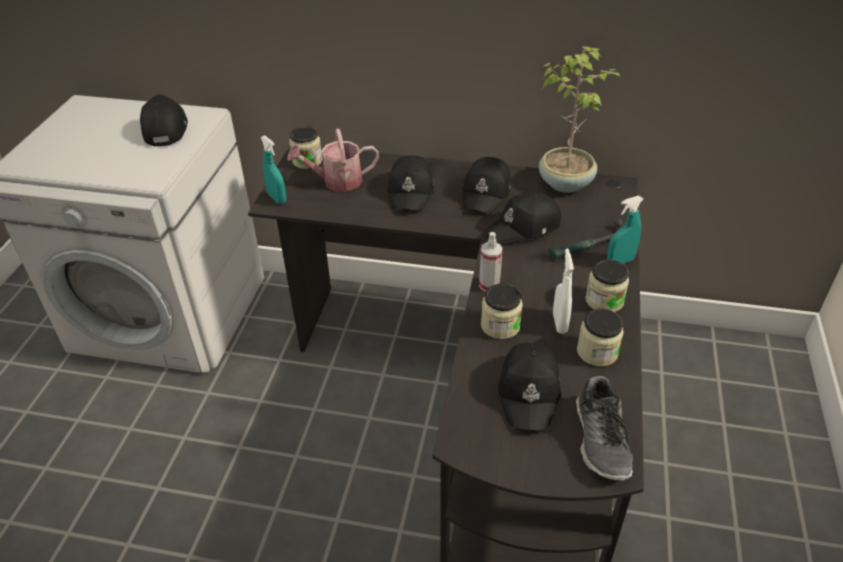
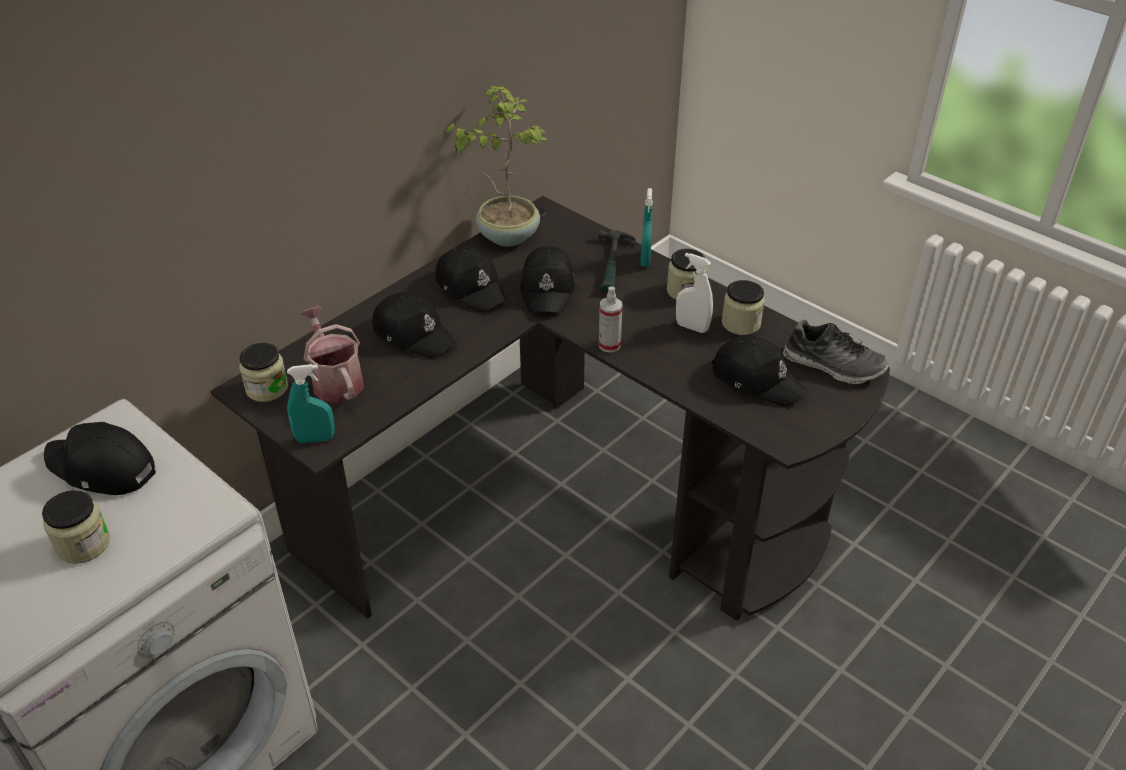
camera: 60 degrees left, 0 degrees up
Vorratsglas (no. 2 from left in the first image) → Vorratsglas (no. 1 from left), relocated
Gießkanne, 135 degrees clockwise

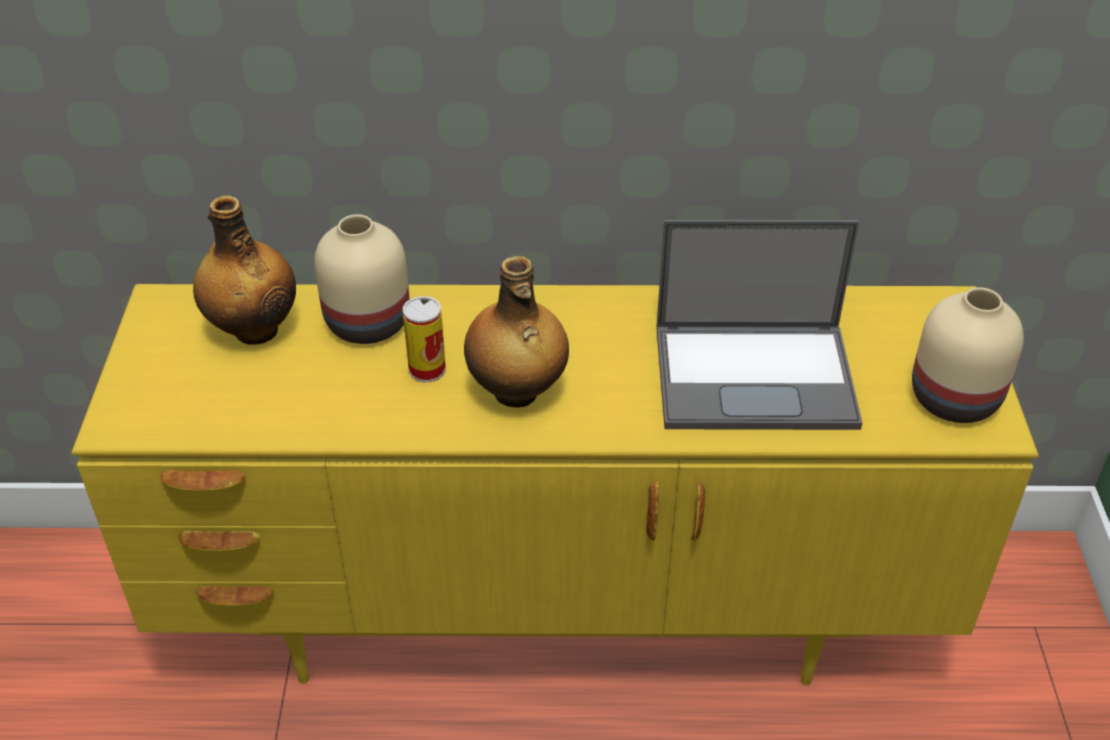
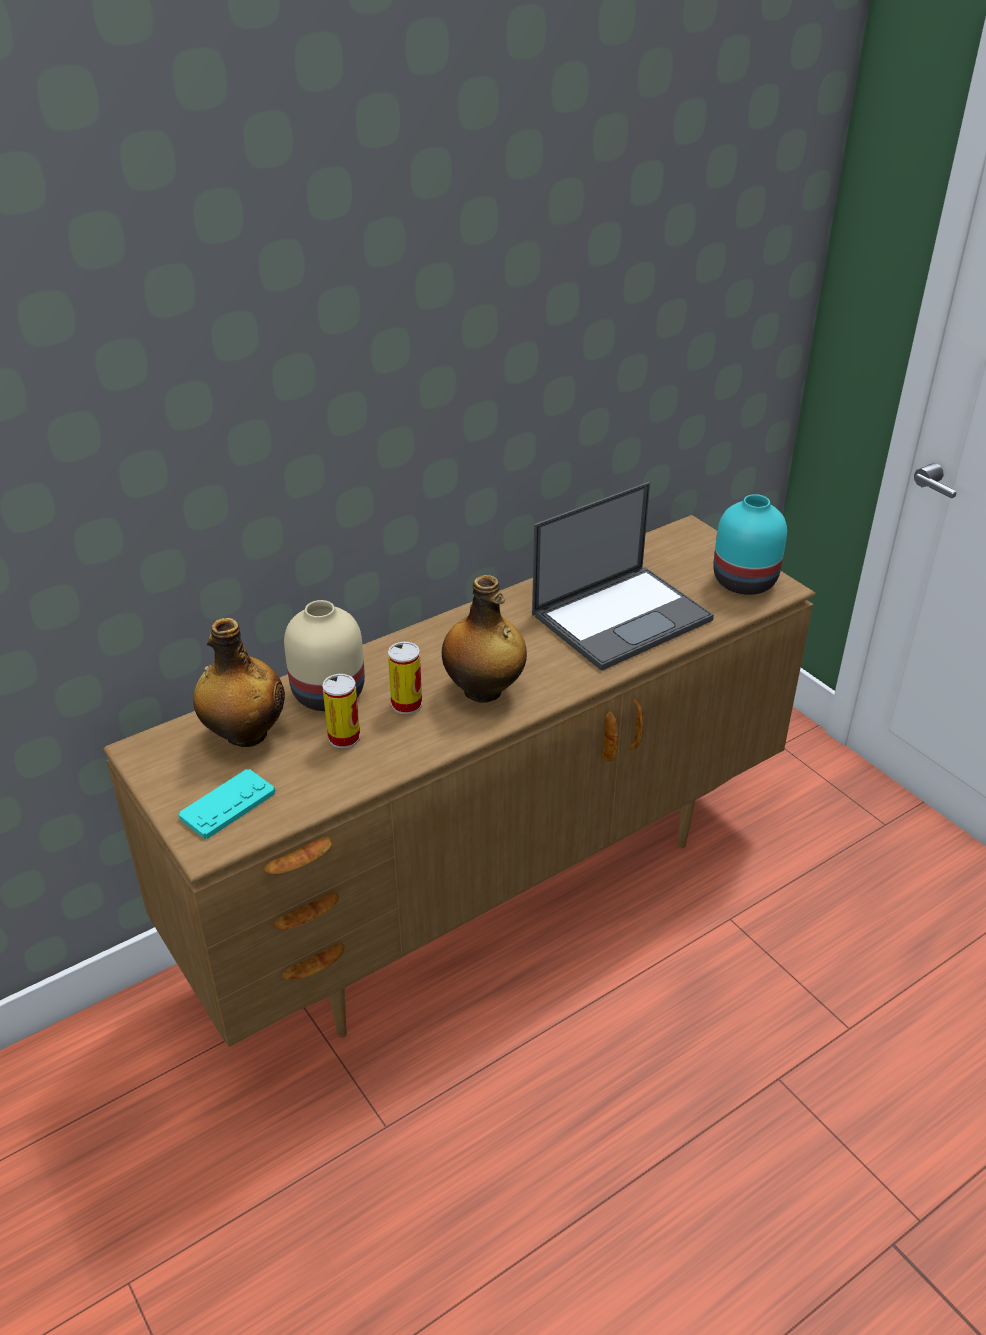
camera: 35 degrees left, 5 degrees down
- → Gamepad [türkis]
- → Dose (no. 1 from left)
Kommode [gelb] → Kommode [braun]
Vase [beige] (no. 2 from left) → Vase [türkis]

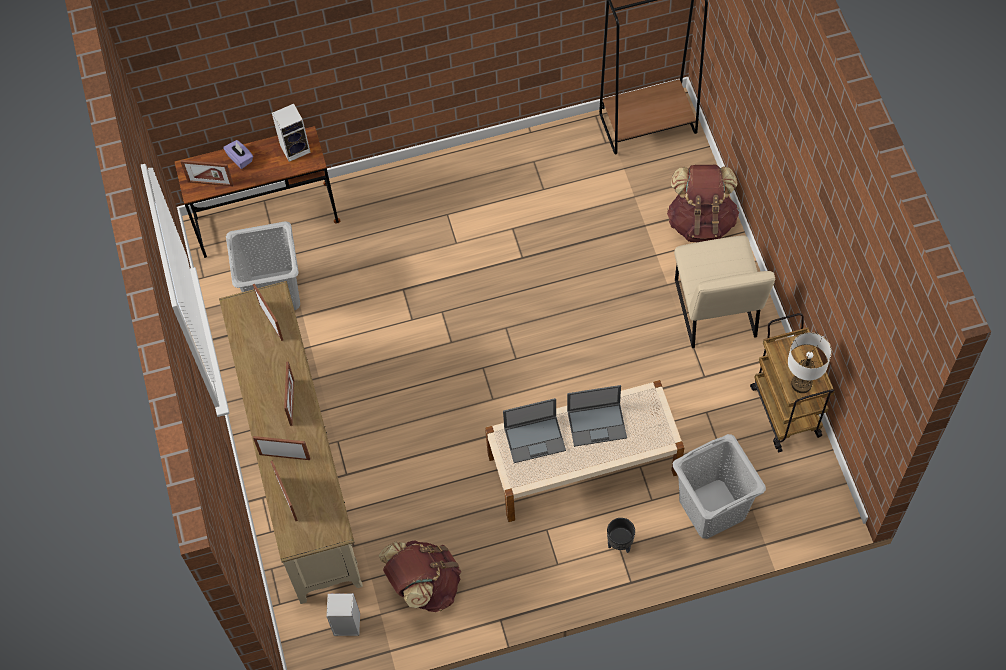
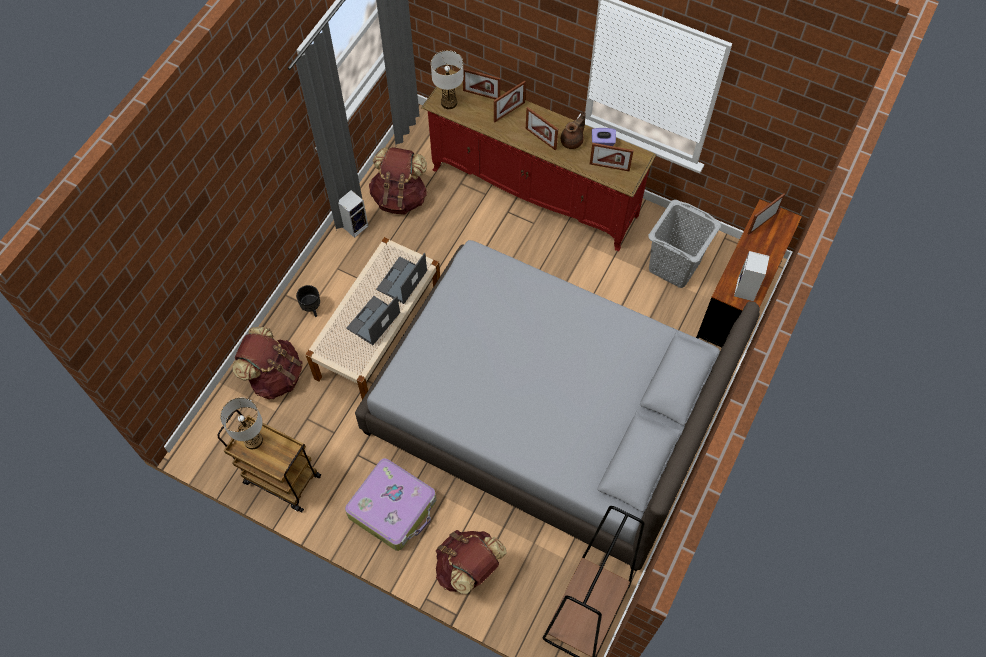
camera: 130 degrees right, 0 degrees up
- → Bett [grau]
- → Tischlampe (no. 2 from left)
- → Teekanne [braun]
Taschentuchbox [lila], relocated
Lautsprecher (no. 2 from left in the first image) → Lautsprecher (no. 1 from left), relocated
Wäschekorb [grau] (no. 2 from left) → Rucksack [braun] (no. 1 from left)
Stuhl [beige] → Koffer
Kommode [beige] → Kommode [rot]

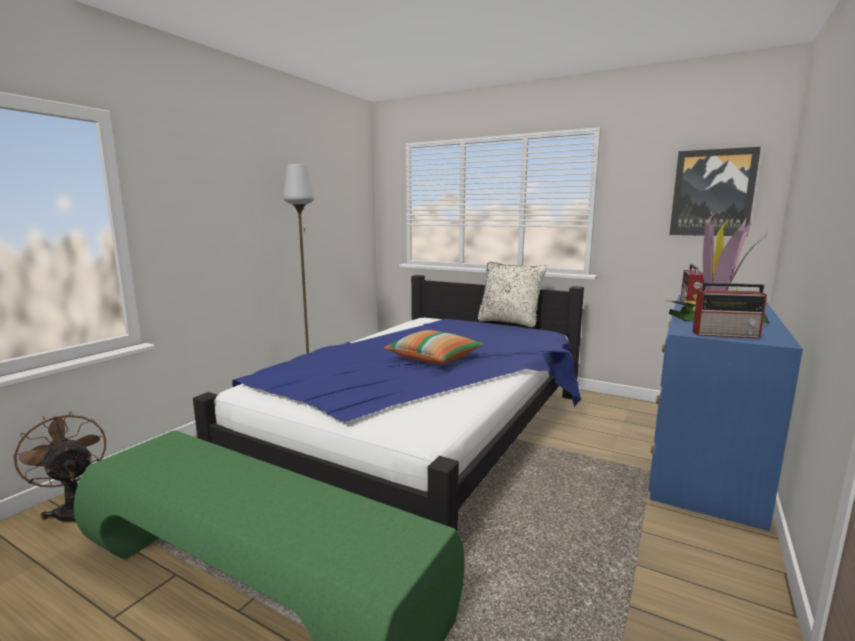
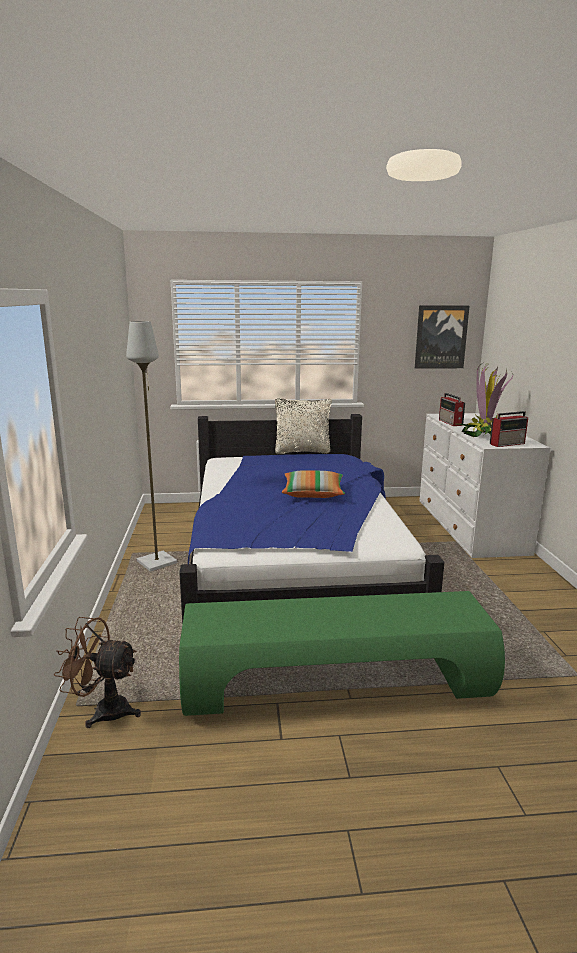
camera: 35 degrees left, 5 degrees up
Kommode [blau] → Kommode [weiß]

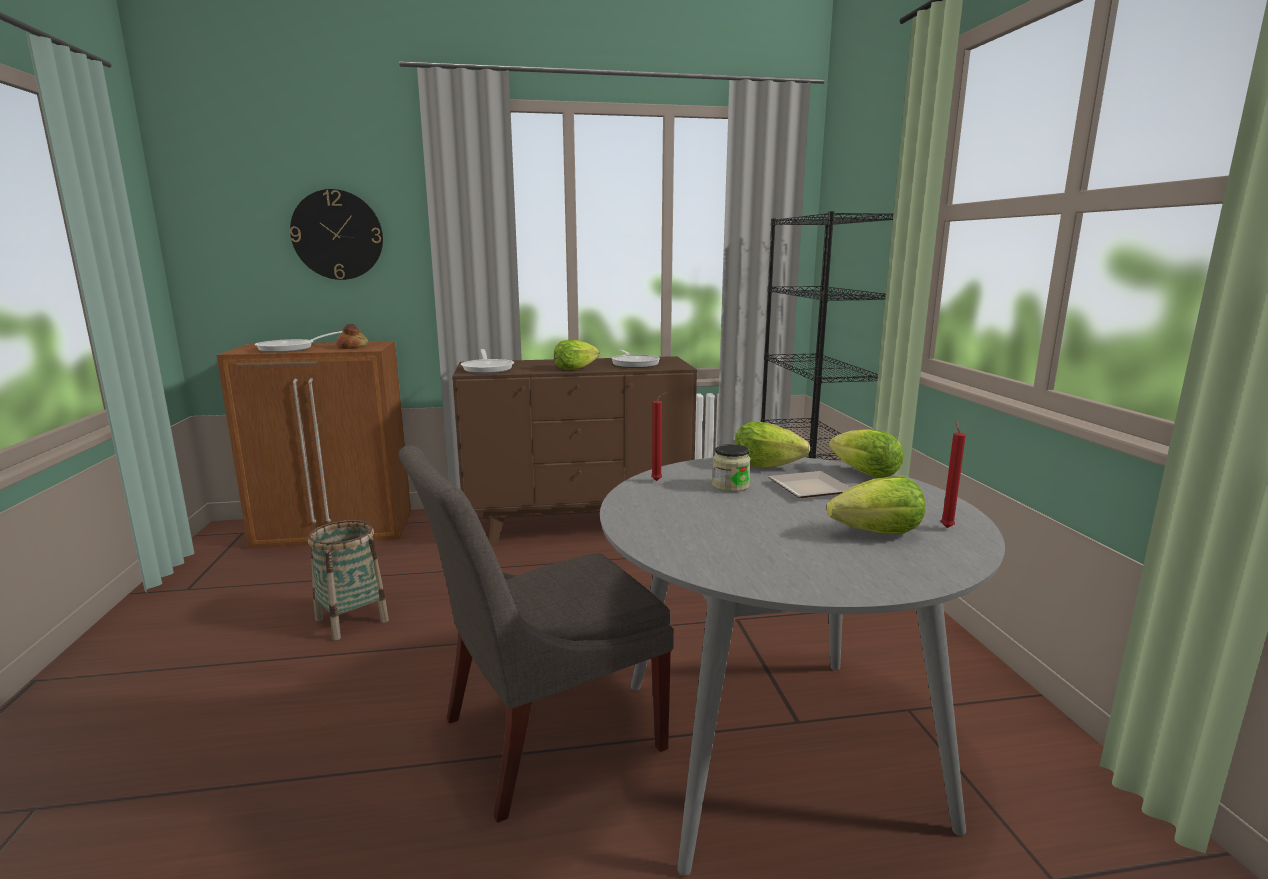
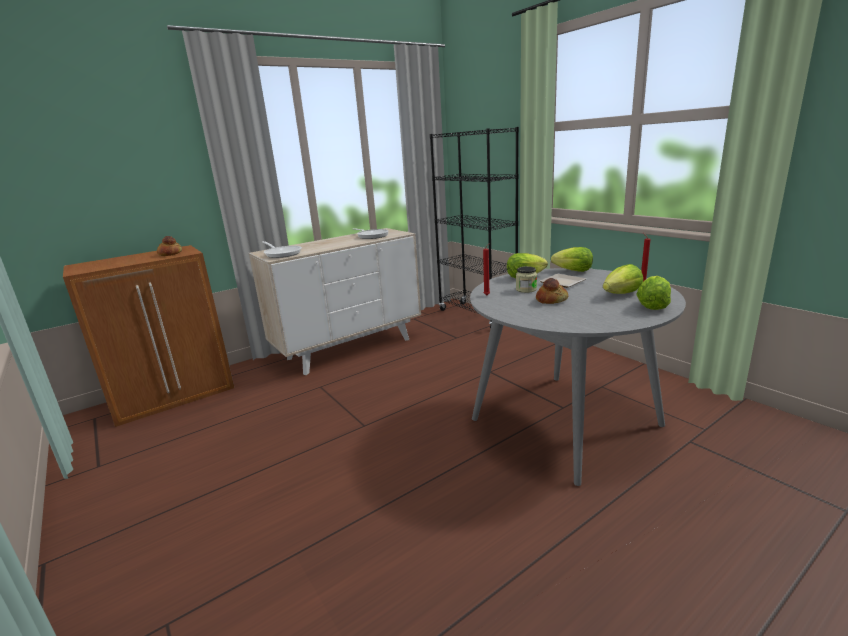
camera: 25 degrees left, 5 degrees up
Pfanne (no. 1 from left) → -
Wanduhr → -
Korb → -
Stuhl [grau] → -
- → Brot (no. 2 from left)
Salatkopf (no. 1 from left in the first image) → Salatkopf (no. 4 from left), relocated
Kommode [braun] → Kommode [weiß]

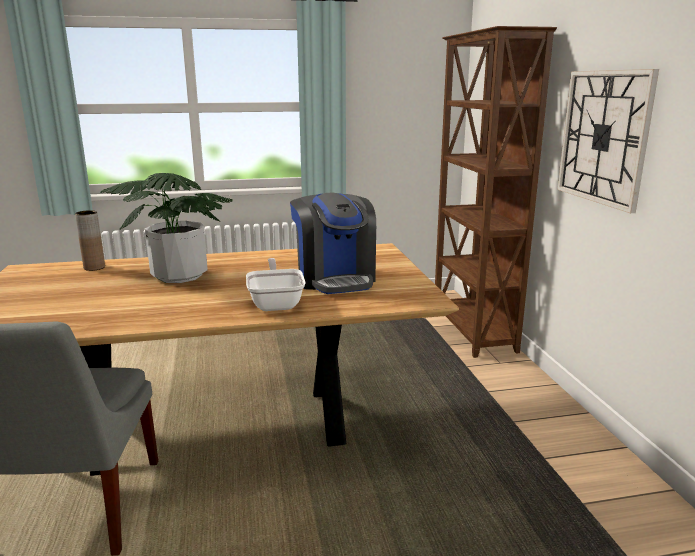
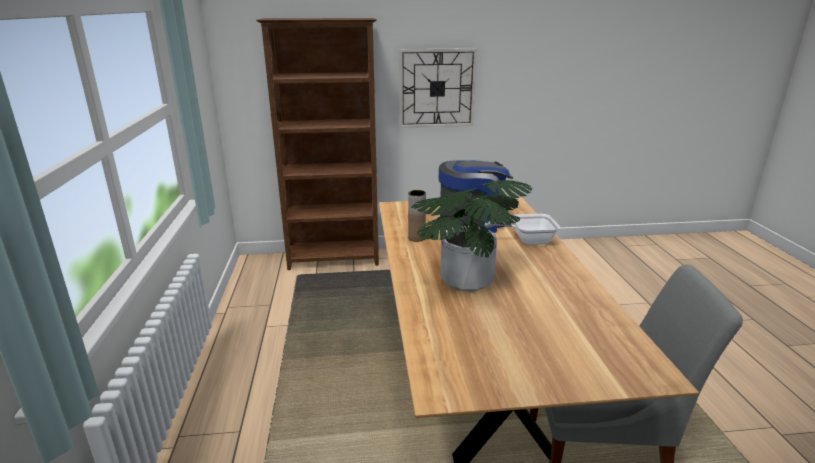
camera: 85 degrees left, 5 degrees up
Vase [braun], relocated

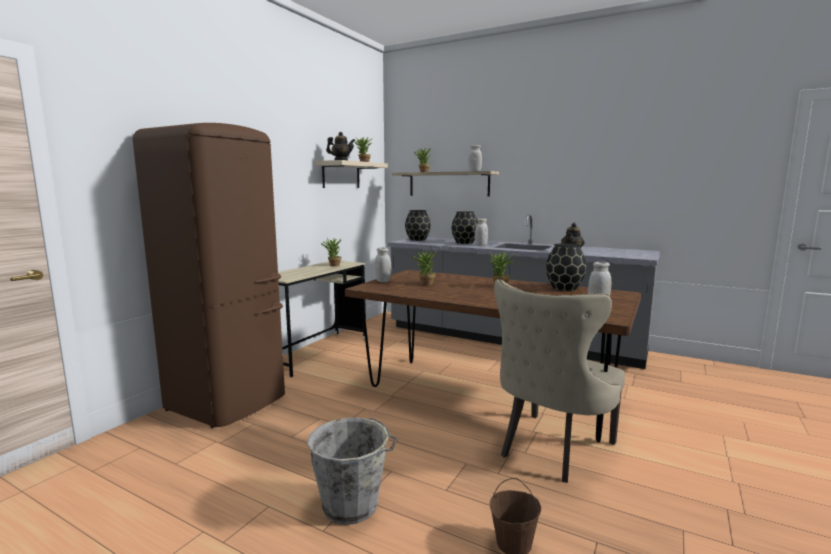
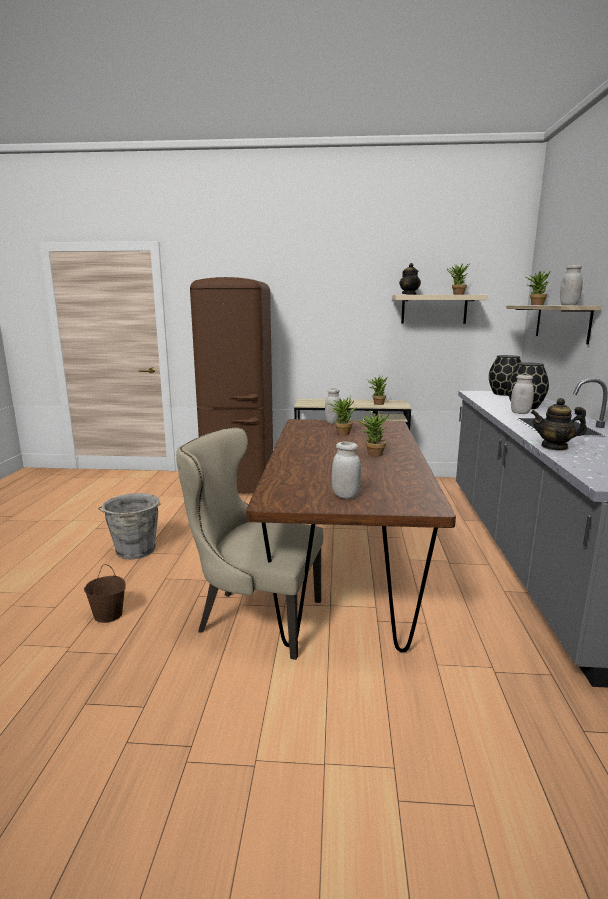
camera: 65 degrees right, 5 degrees up
Vase [schwarz] (no. 3 from left) → -

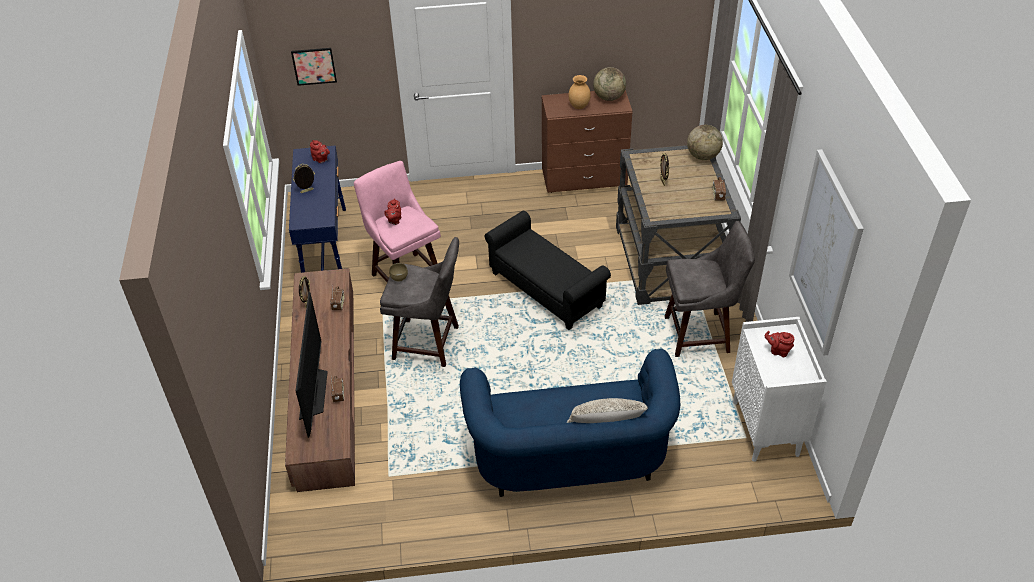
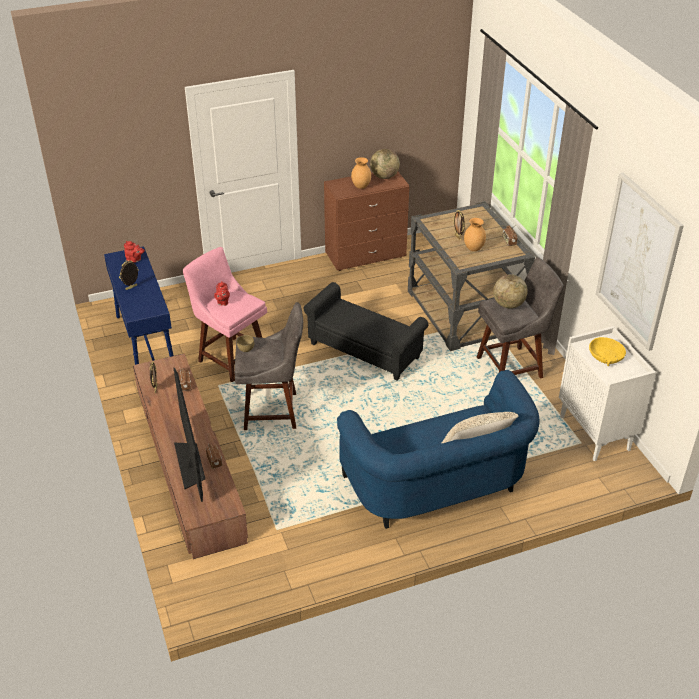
camera: 15 degrees left, 5 degrees down
Bild (no. 1 from left) → -
- → Vase [braun] (no. 2 from left)
Globus (no. 2 from left), relocated
Teekanne [rot] (no. 3 from left) → Schüssel [gelb]

